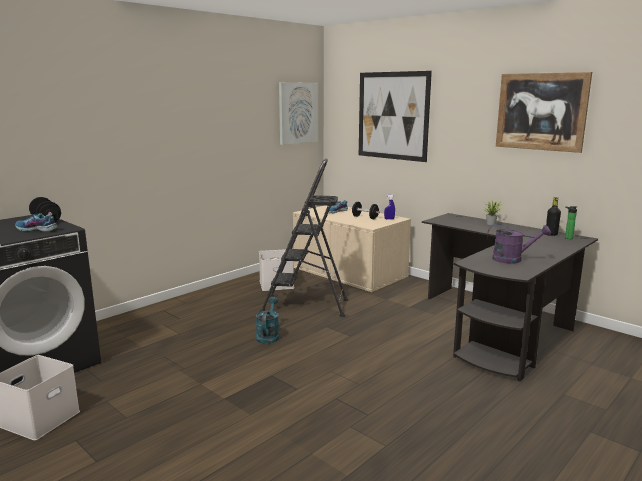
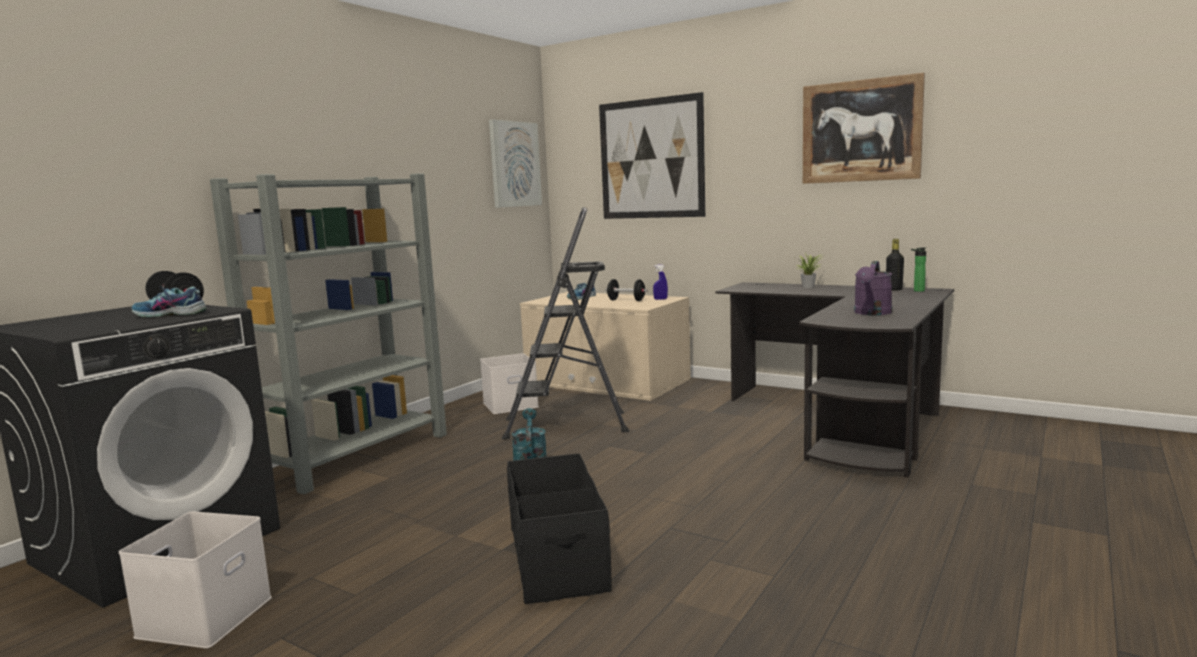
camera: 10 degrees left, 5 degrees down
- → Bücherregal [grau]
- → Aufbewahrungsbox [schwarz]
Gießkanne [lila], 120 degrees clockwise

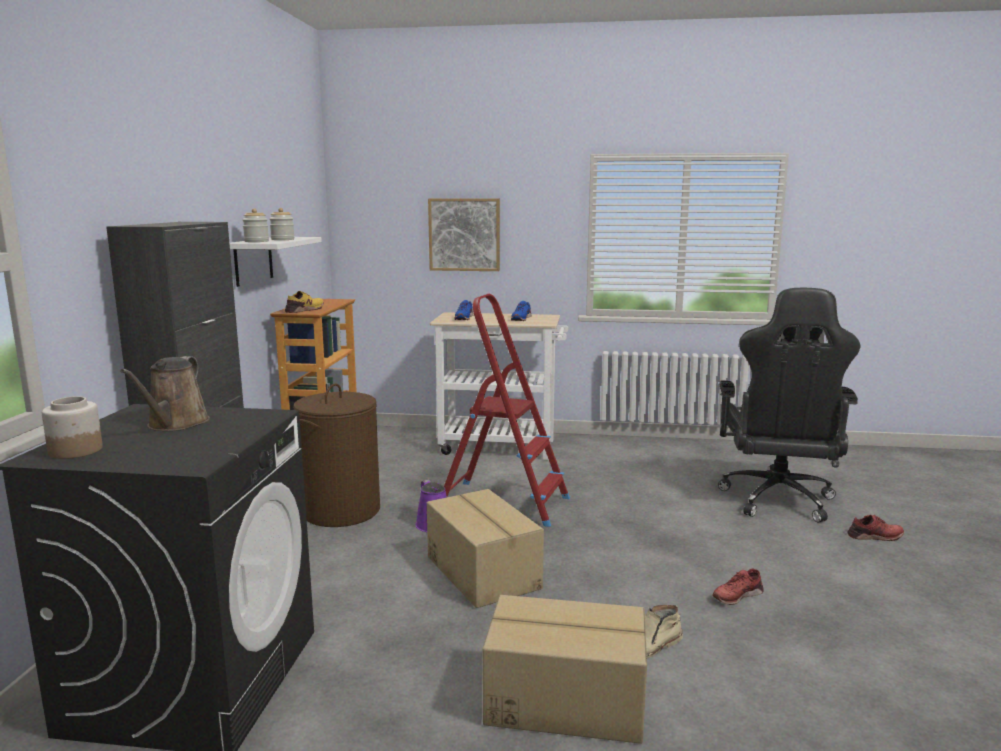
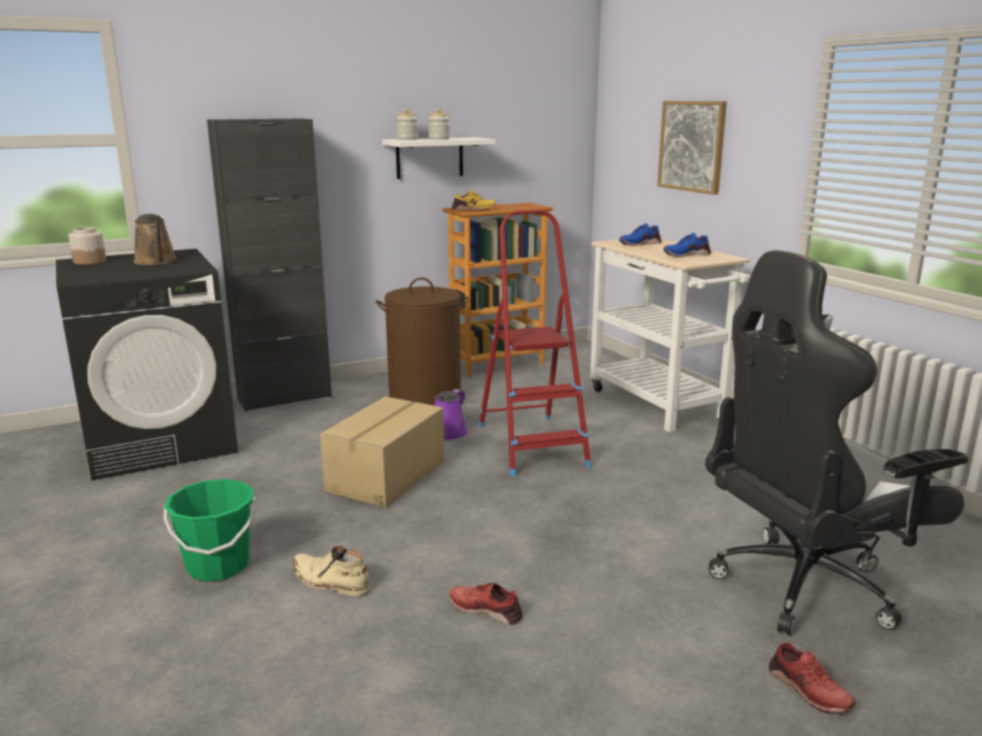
camera: 55 degrees right, 5 degrees up
Karton (no. 2 from left) → Eimer [grün]
Gießkanne [braun], 90 degrees counterclockwise

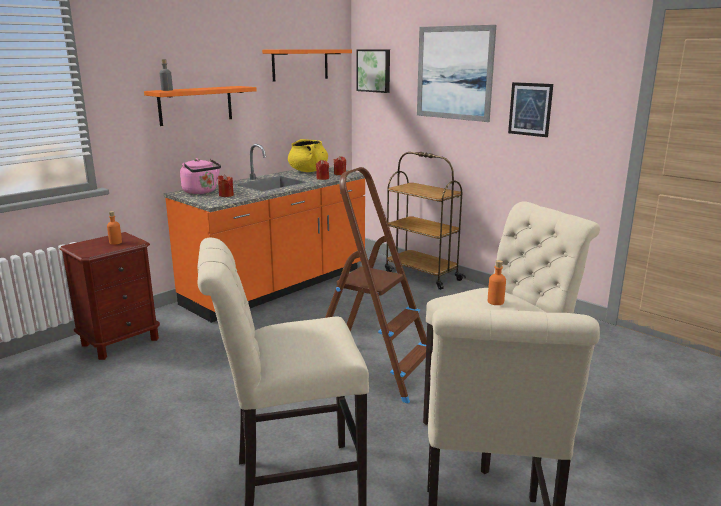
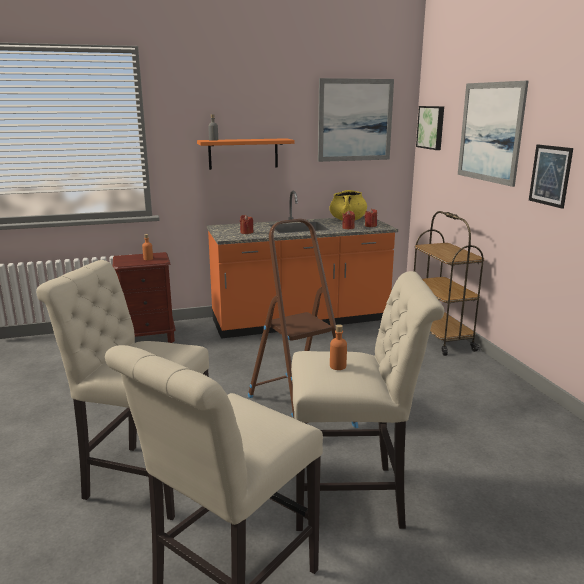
camera: 30 degrees right, 0 degrees up
Wasserkessel [rosa] → -
Wandregal [orange] (no. 2 from left) → Bild (no. 1 from left)

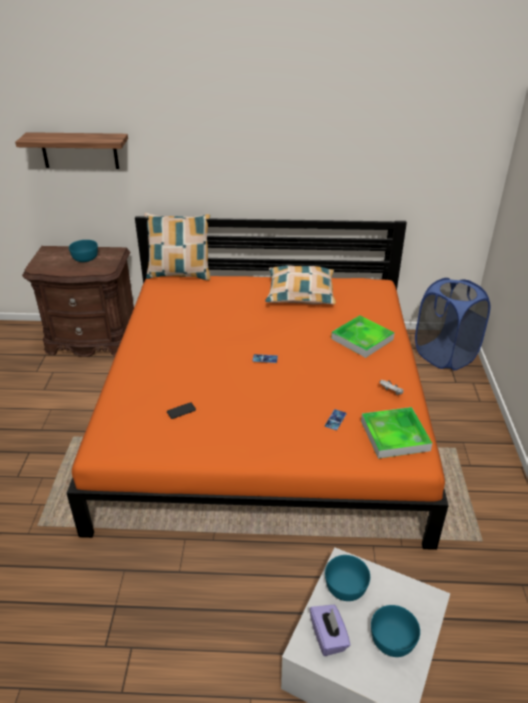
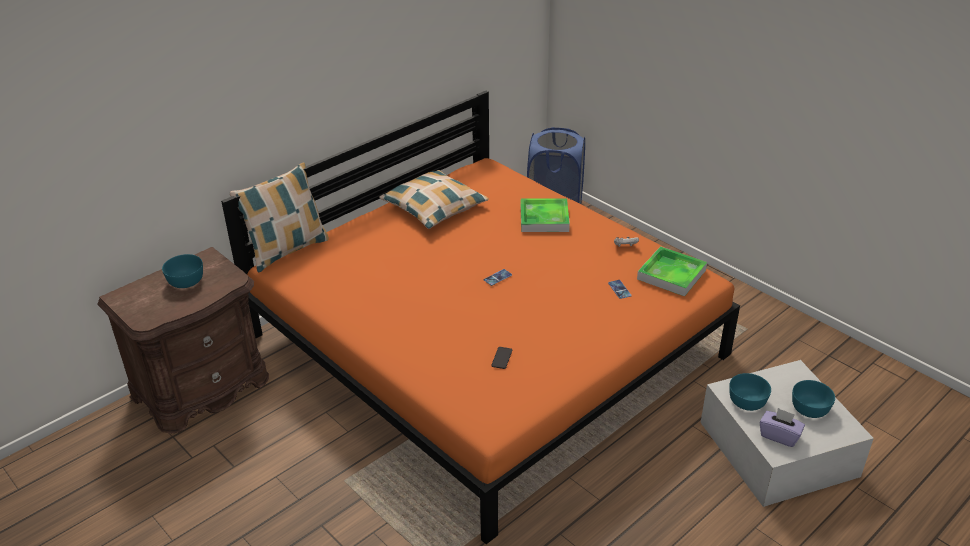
camera: 45 degrees left, 0 degrees up
Wandregal → -

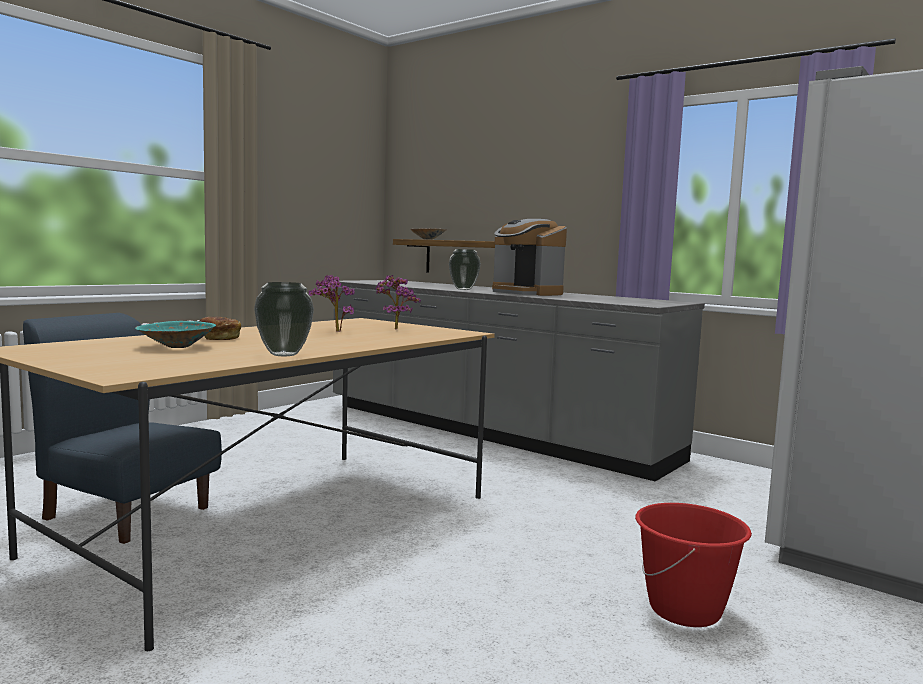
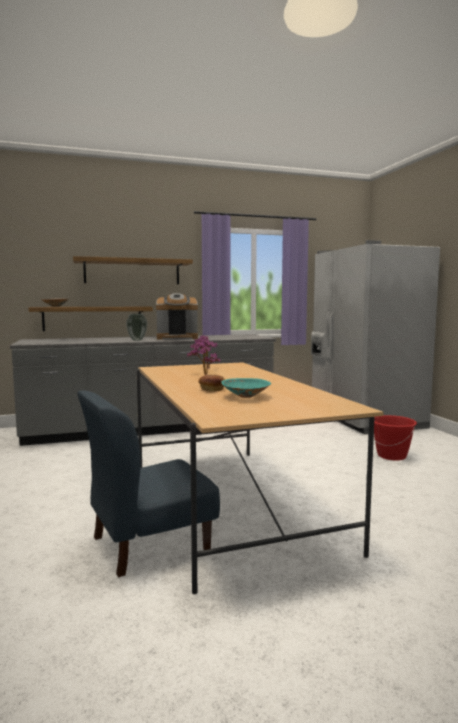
camera: 55 degrees left, 0 degrees up
Vase (no. 1 from left) → -
- → Wandregal (no. 2 from left)

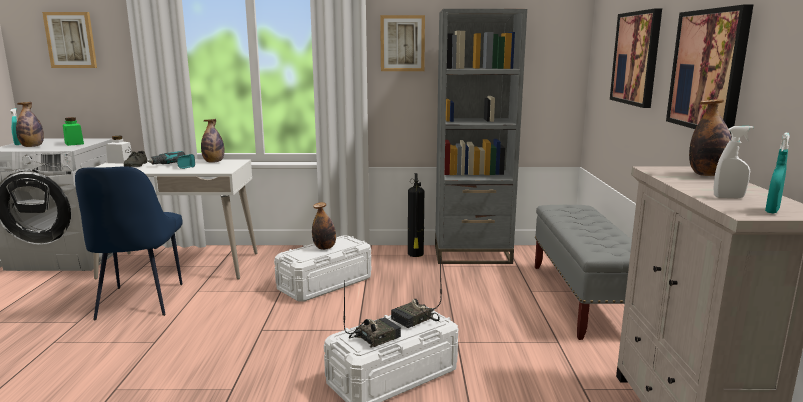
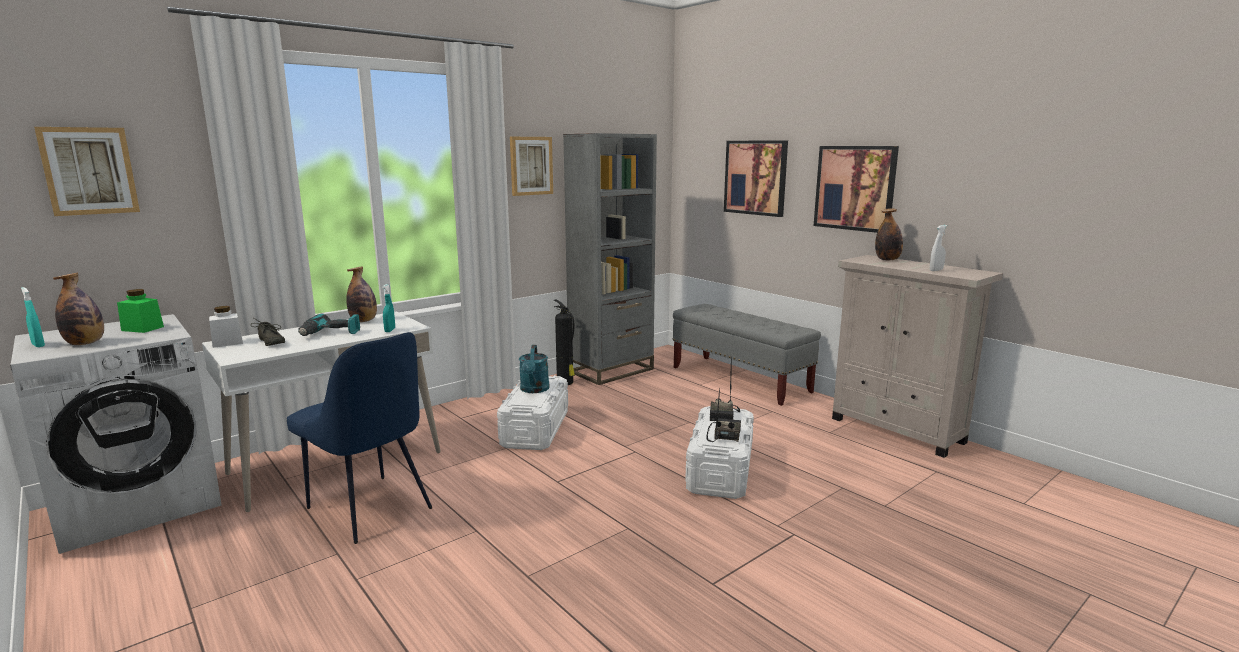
camera: 40 degrees left, 0 degrees up
Sprühflasche [türkis] (no. 2 from left), relocated
Flasche (no. 3 from left) → Gießkanne [türkis]

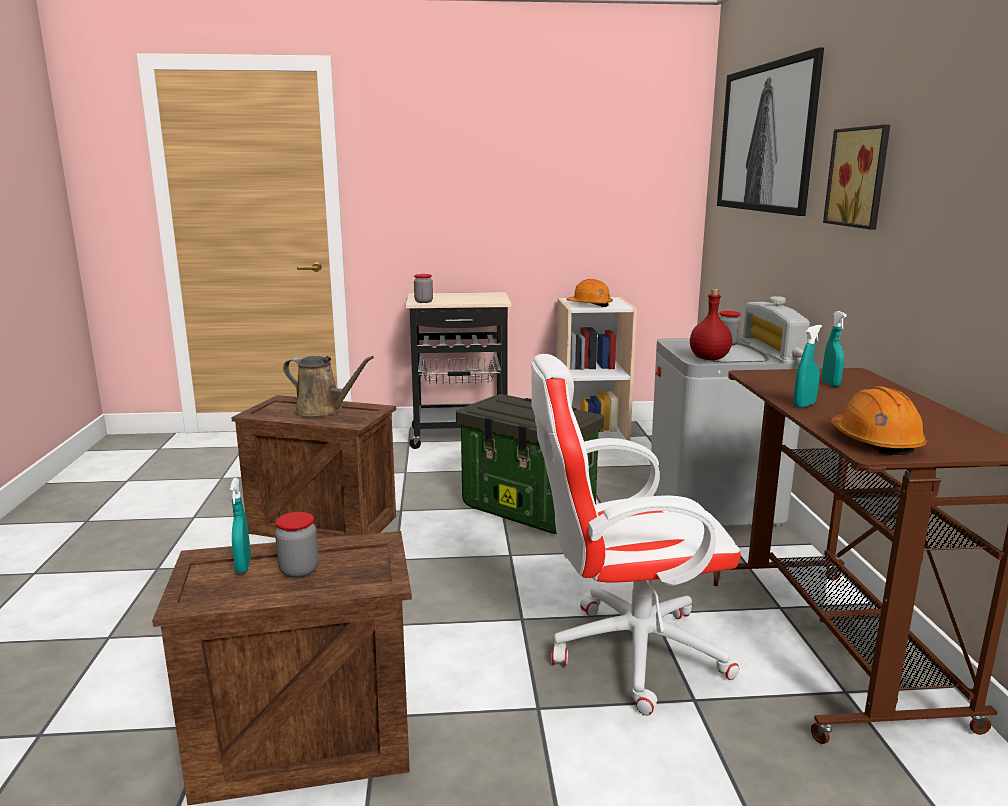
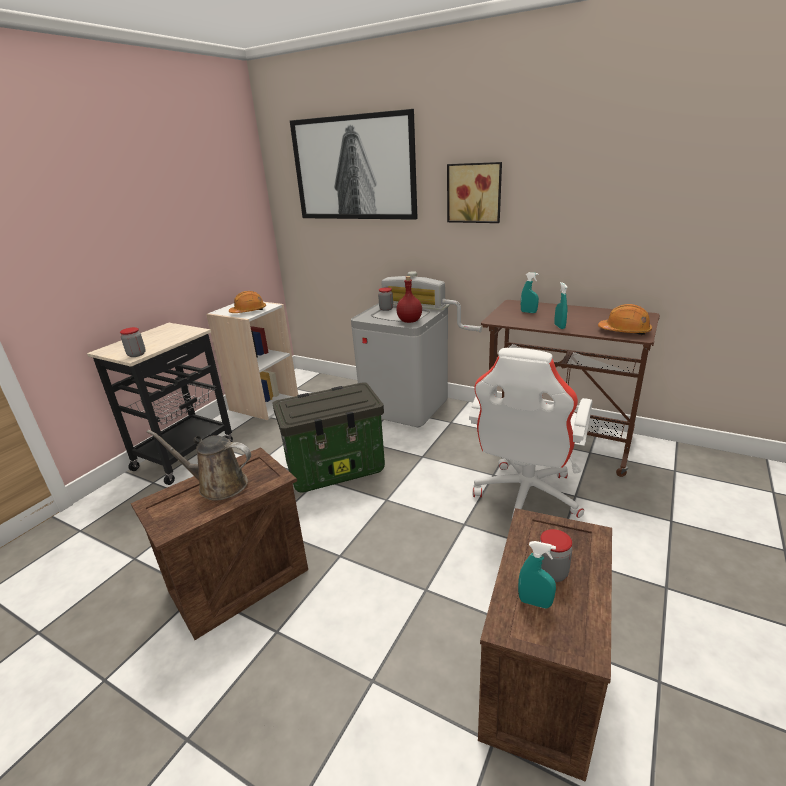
camera: 55 degrees left, 10 degrees up
Gießkanne [braun], 135 degrees counterclockwise

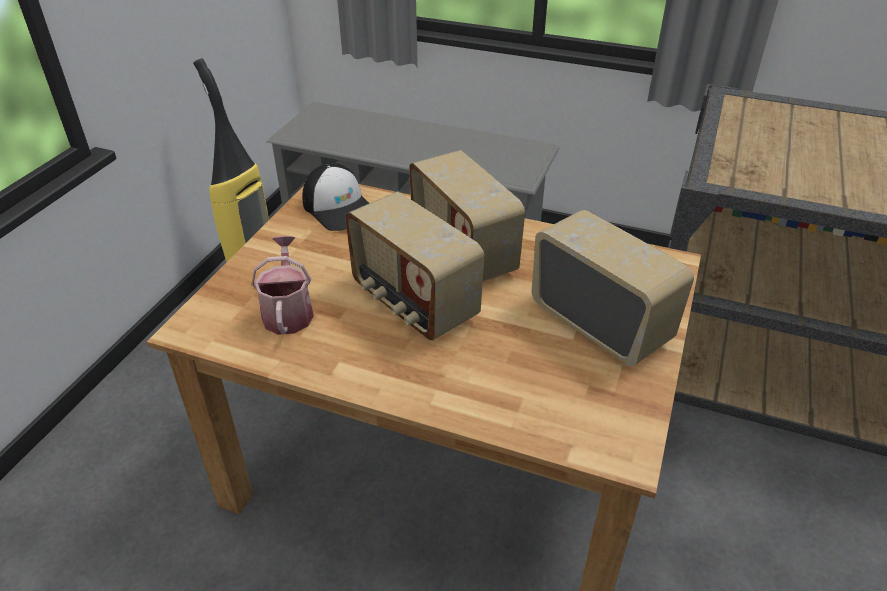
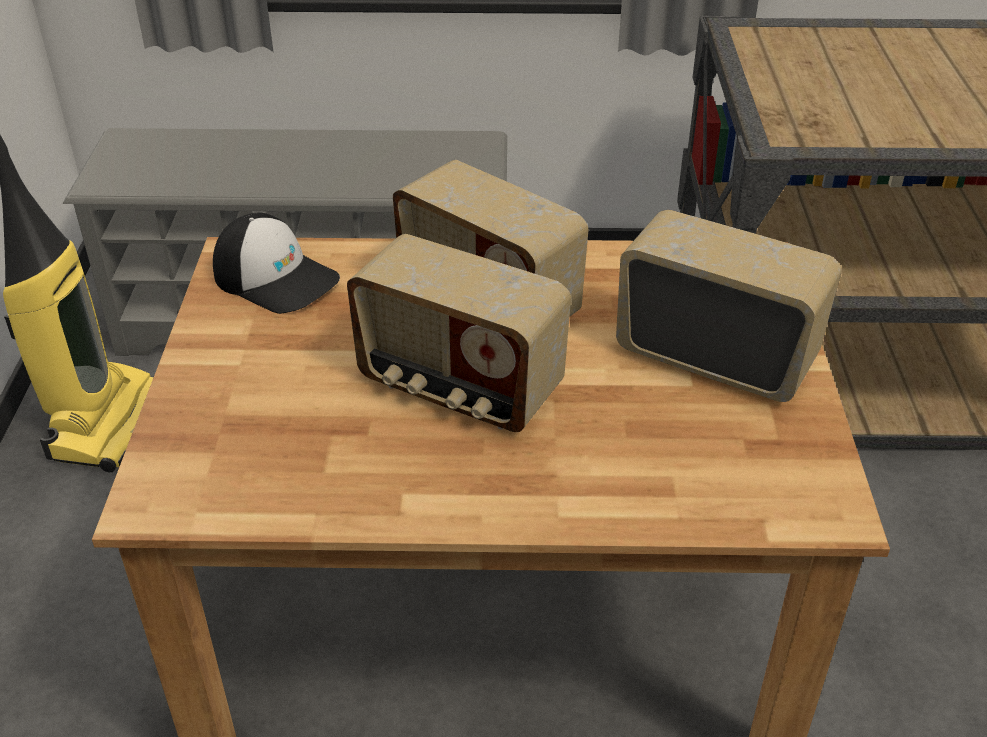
camera: 20 degrees left, 0 degrees up
Gießkanne → -

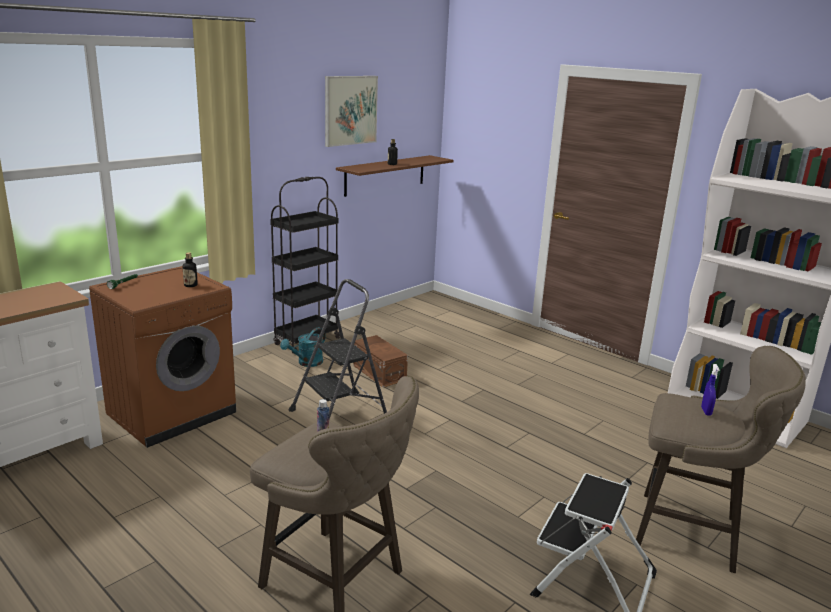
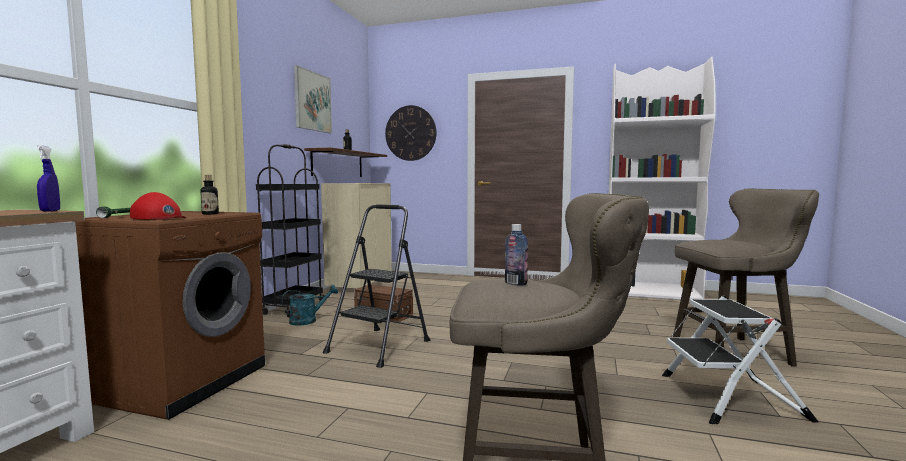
camera: 25 degrees left, 15 degrees down
- → Kappe [rot]
- → Schrank [beige]
- → Wanduhr
Sprühflasche [blau], relocated
Gießkanne [türkis], 135 degrees counterclockwise

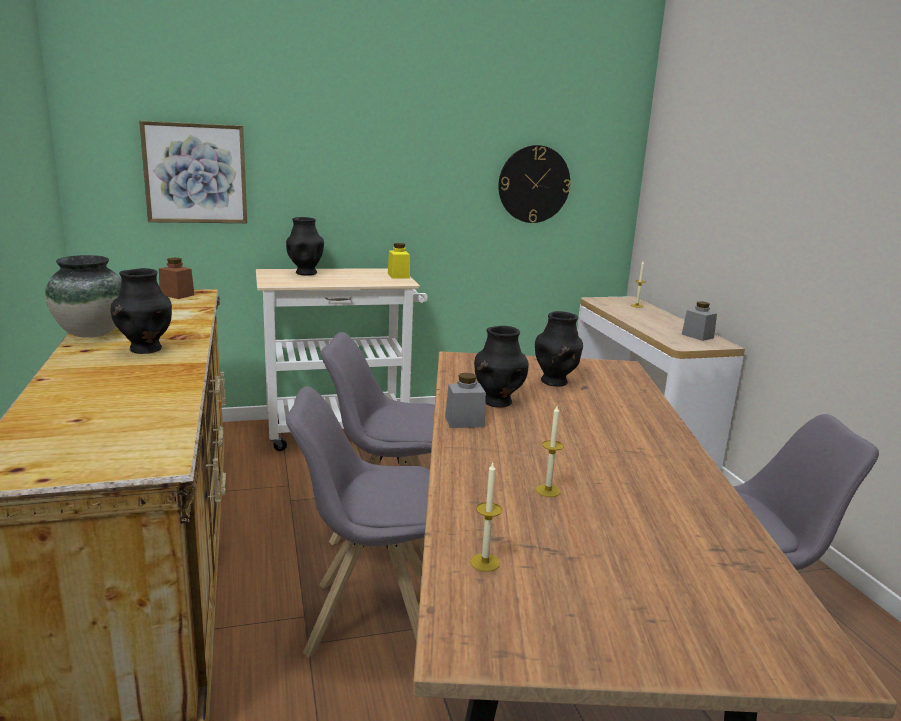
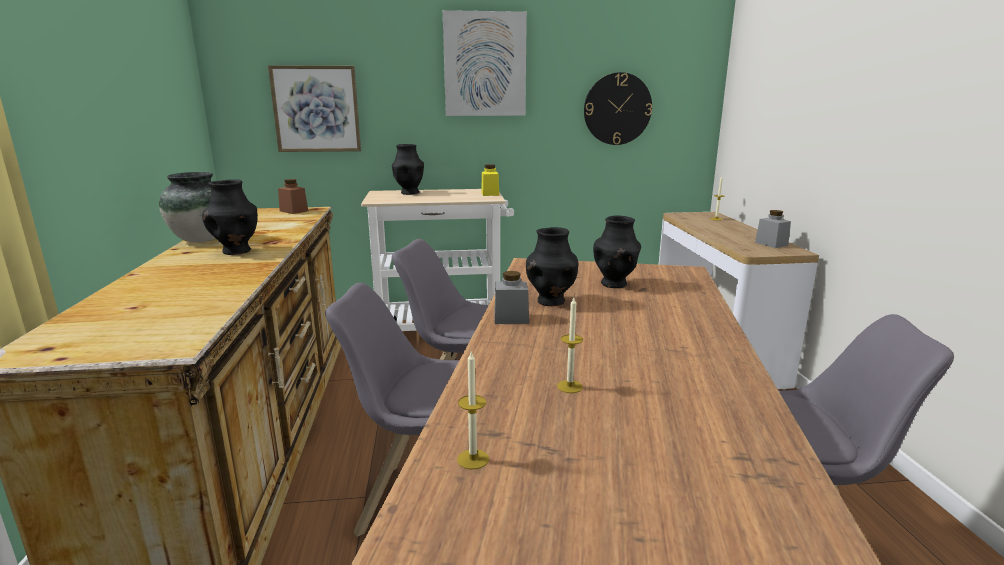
camera: 10 degrees right, 0 degrees up
- → Bild (no. 2 from left)

